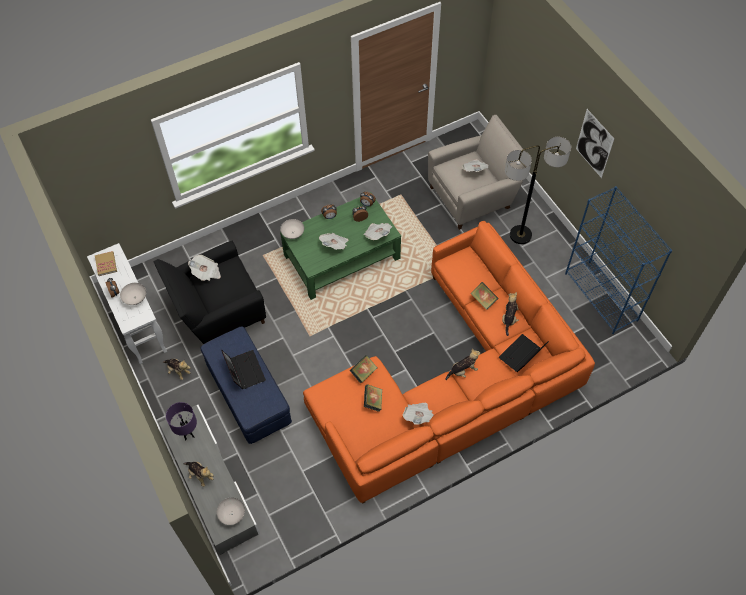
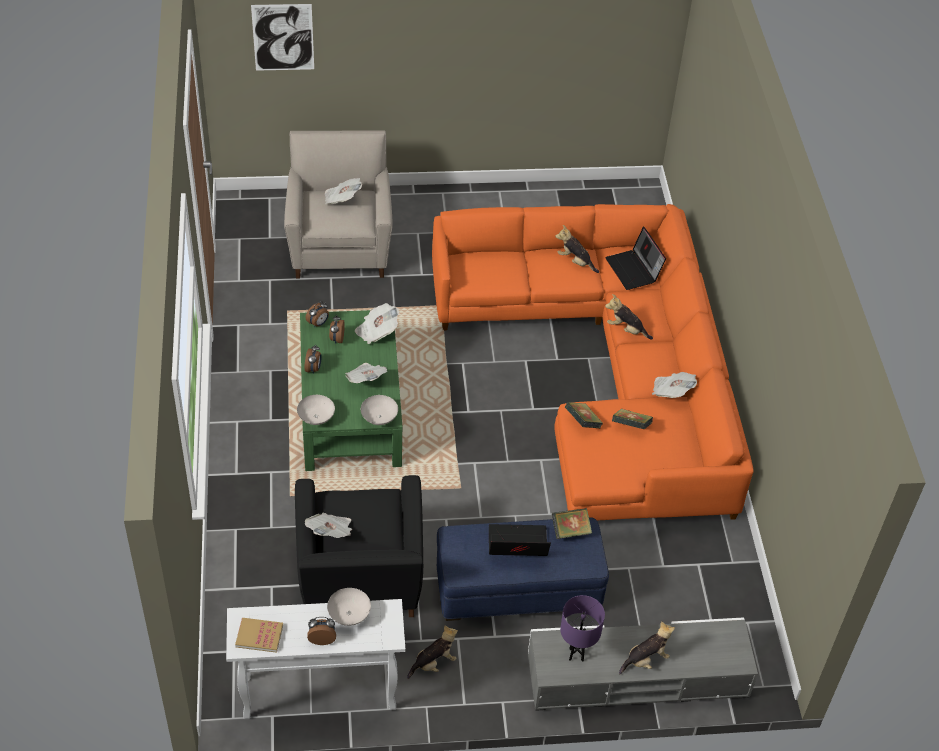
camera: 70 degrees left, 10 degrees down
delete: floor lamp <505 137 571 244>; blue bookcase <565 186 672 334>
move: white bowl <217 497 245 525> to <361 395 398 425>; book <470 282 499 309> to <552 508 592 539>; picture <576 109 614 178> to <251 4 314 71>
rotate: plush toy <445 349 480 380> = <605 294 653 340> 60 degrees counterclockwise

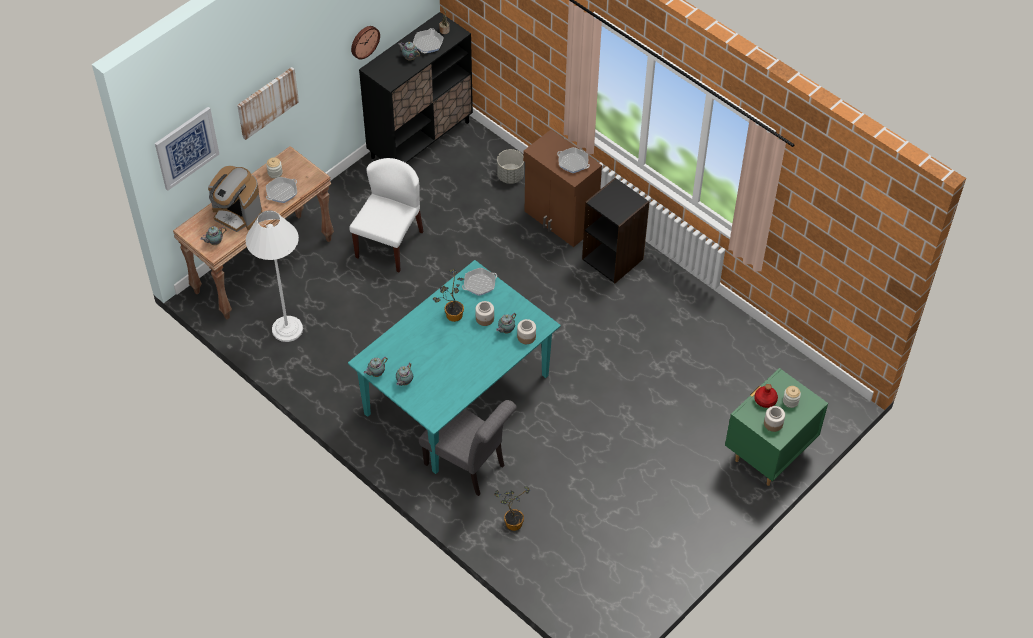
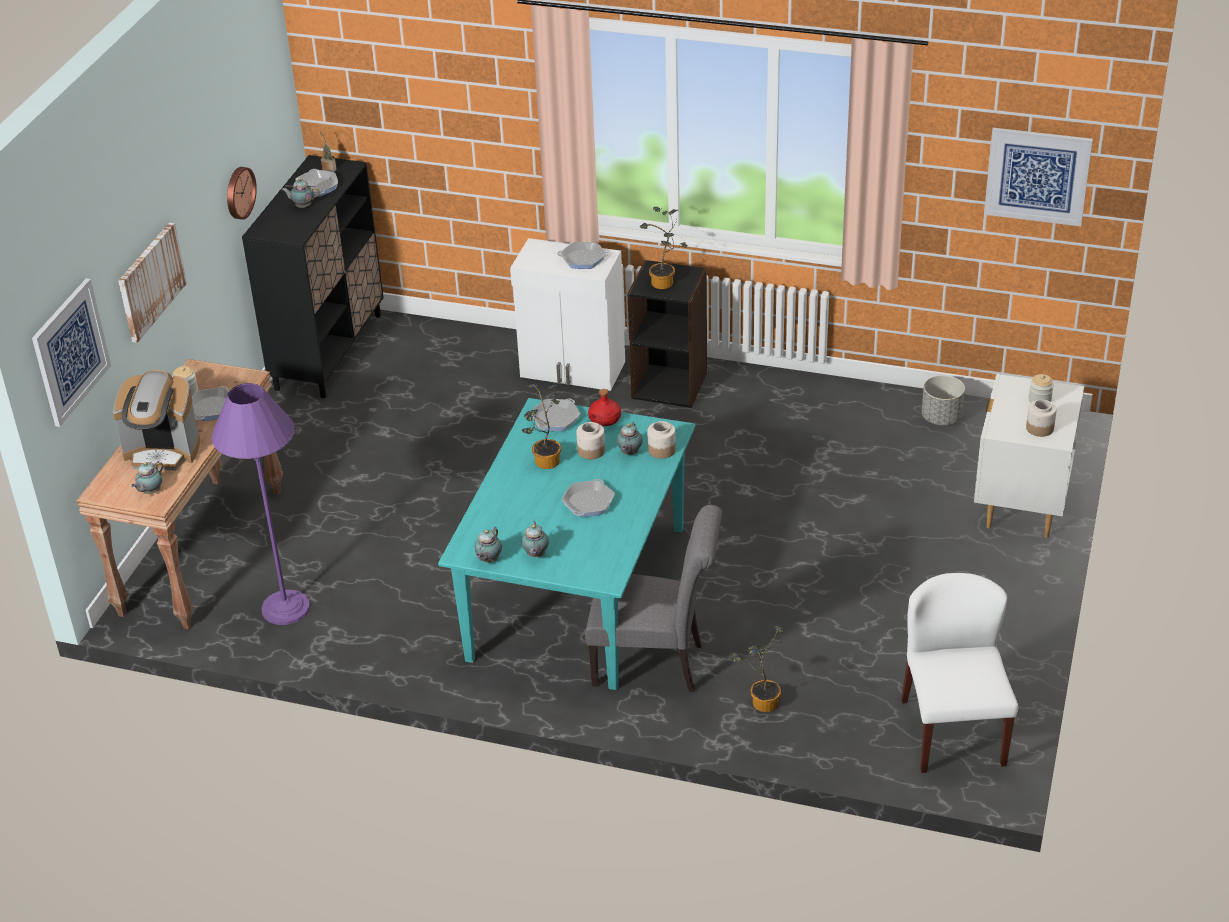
camera: 25 degrees left, 15 degrees down
insert: frying pan <562 479 615 517>; potted plant <640 207 688 289>; picture <984 128 1093 226>
move: white chair <349 158 424 272> to <901 573 1018 773>; grey planter <497 149 524 184> to <922 375 965 425>; red bottle <754 384 778 408> to <588 389 621 426>
recolor: white floor lamp <246 210 303 342> to purple floor lamp <211 383 310 625>; brown cabinet <523 130 602 247> to white cabinet <510 238 625 391>; green nightstand <725 368 828 486> to white nightstand <974 374 1084 538>

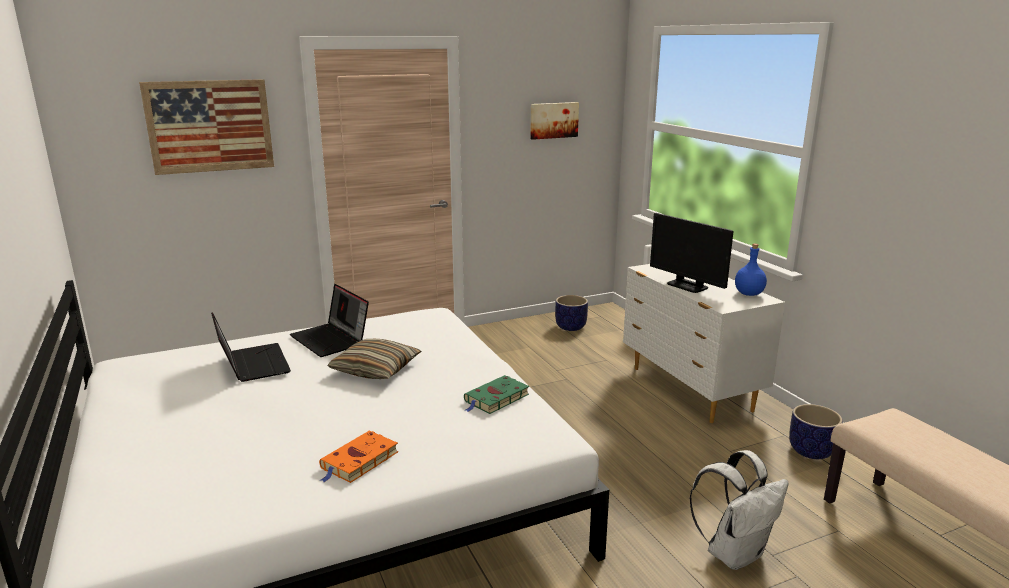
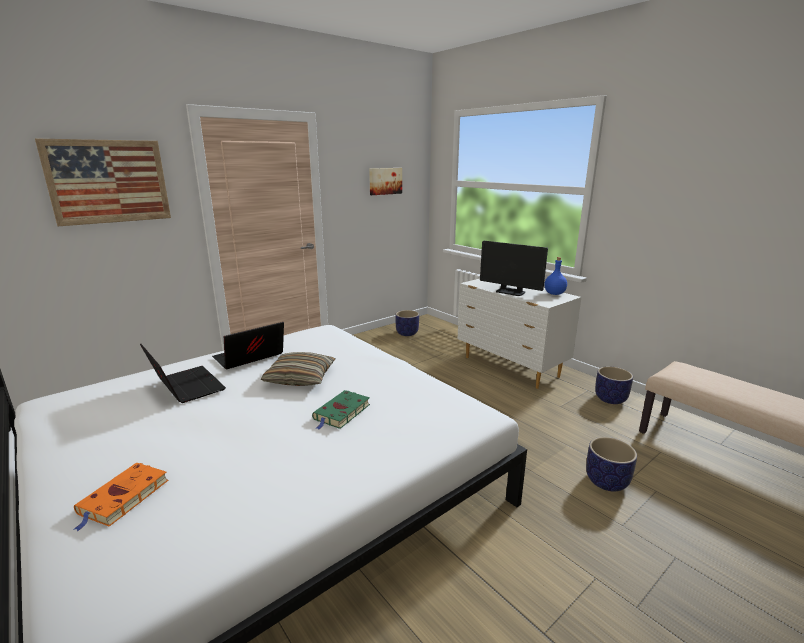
camera: 15 degrees left, 0 degrees up
move: orange book <319 430 398 483> to <73 463 168 531>; green book <464 375 529 414> to <312 390 370 429>
replace: white backpack <689 450 789 570> to planter <586 437 637 492>
rotate: laptop <290 284 369 357> = <212 322 284 369> 105 degrees clockwise

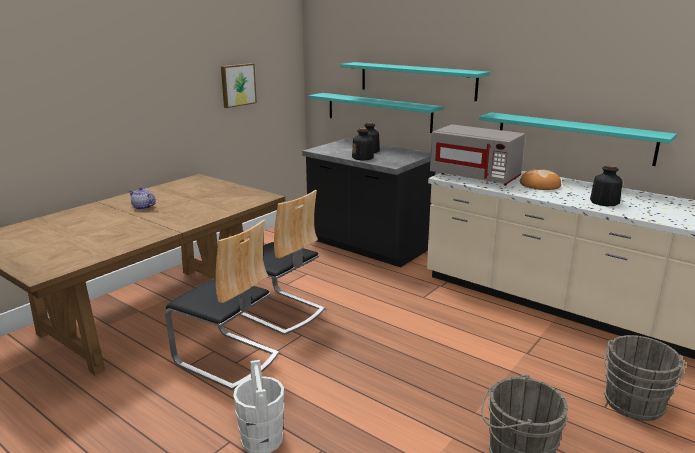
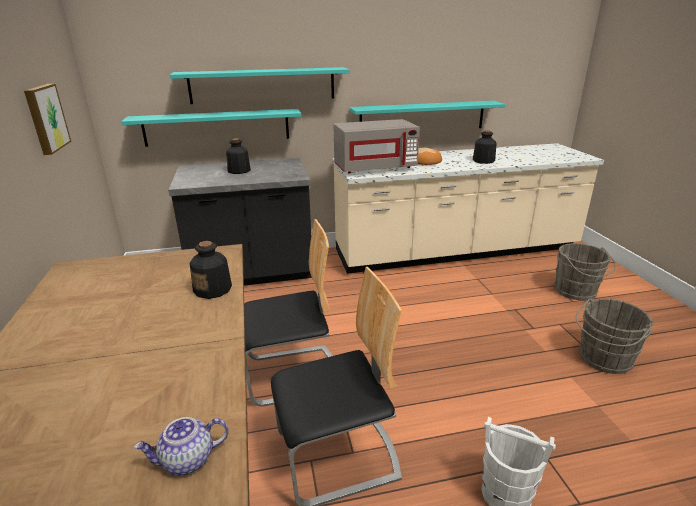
camera: 50 degrees left, 5 degrees up
move: teapot <128 187 156 210> to <134 417 229 475>; bottle <352 128 374 160> to <190 241 232 299>

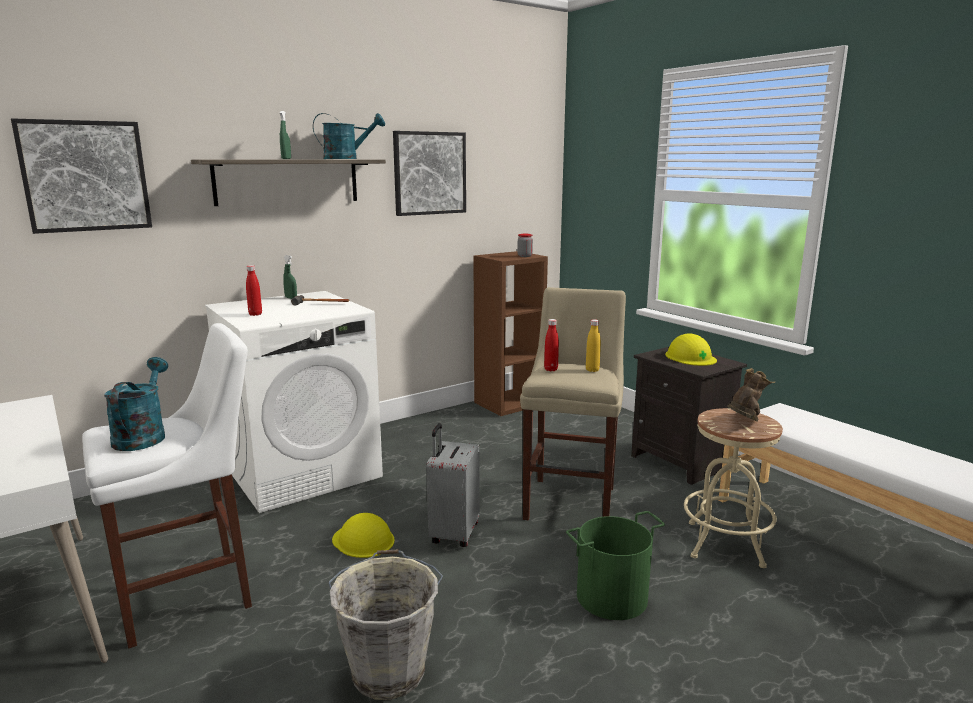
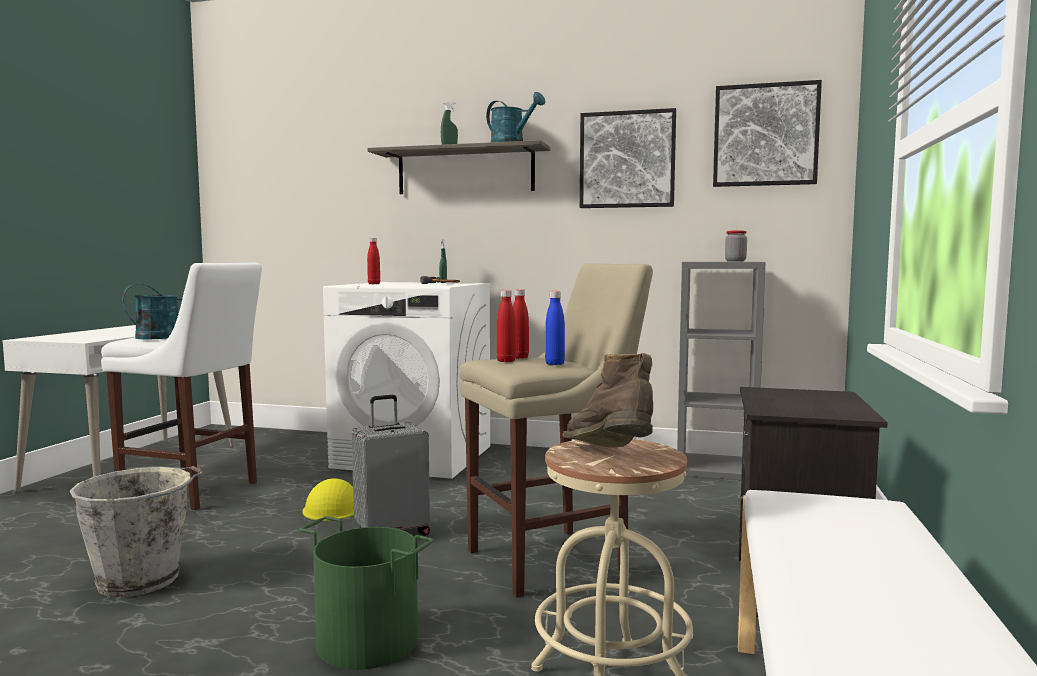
camera: 50 degrees right, 10 degrees down
delete: yellow hard hat <665 333 717 366>
insert: red bottle <497 290 516 362>
move: picture <11 118 152 234> to <713 80 822 187>
recolor: brown bookcase <473 251 548 416> to grey bookcase <677 262 765 480>; yellow bottle <586 319 601 372> to blue bottle <545 291 565 365>
rotate: brown boot <727 368 775 422> = <562 353 653 447> 105 degrees counterclockwise

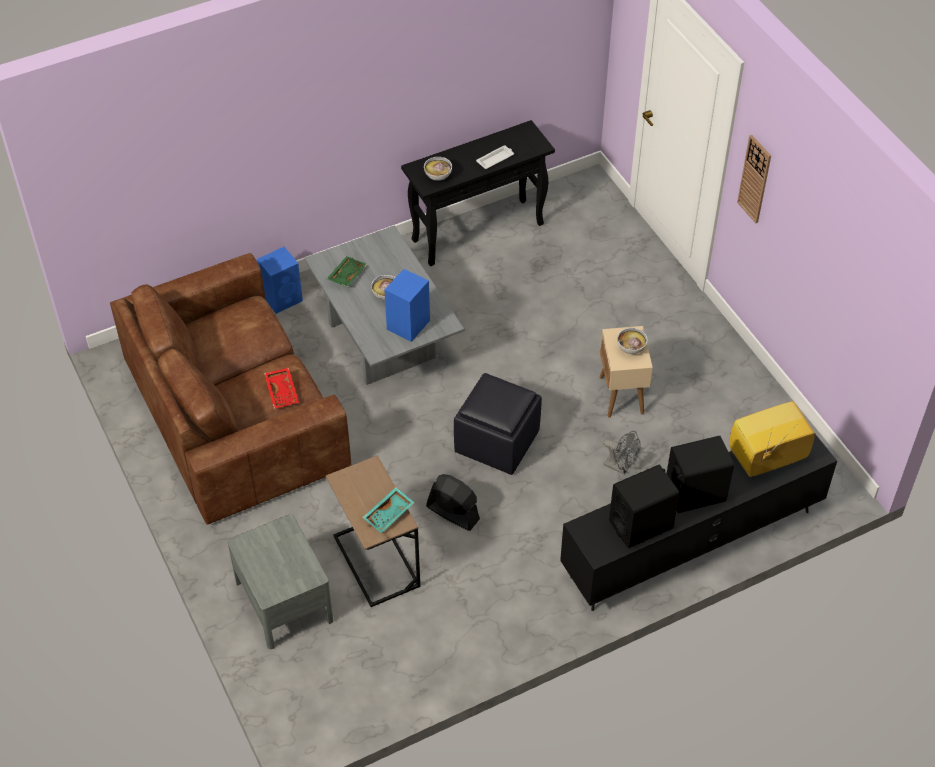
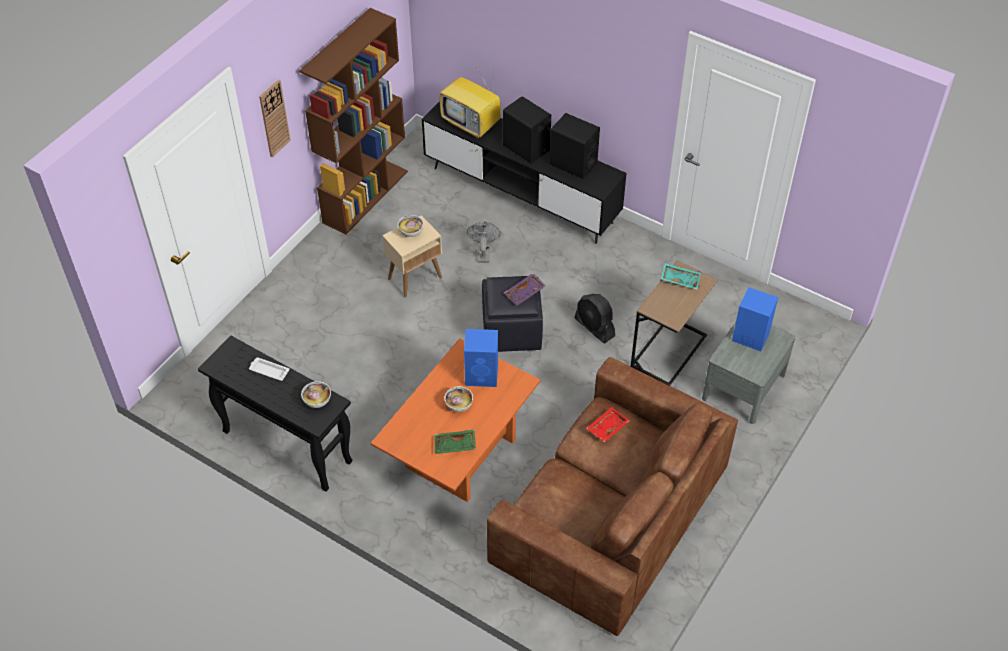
camera: 120 degrees left, 0 degrees up
insert: brown bookcase <299 8 408 235>; purple tray <504 273 546 306>
move: blue speaker <257 247 303 314> to <732 287 778 351>
recolor: grey coffee table <304 226 464 385> to orange coffee table <371 338 541 502>
rotate: black fan <426 474 480 531> = <574 294 615 343> 45 degrees counterclockwise

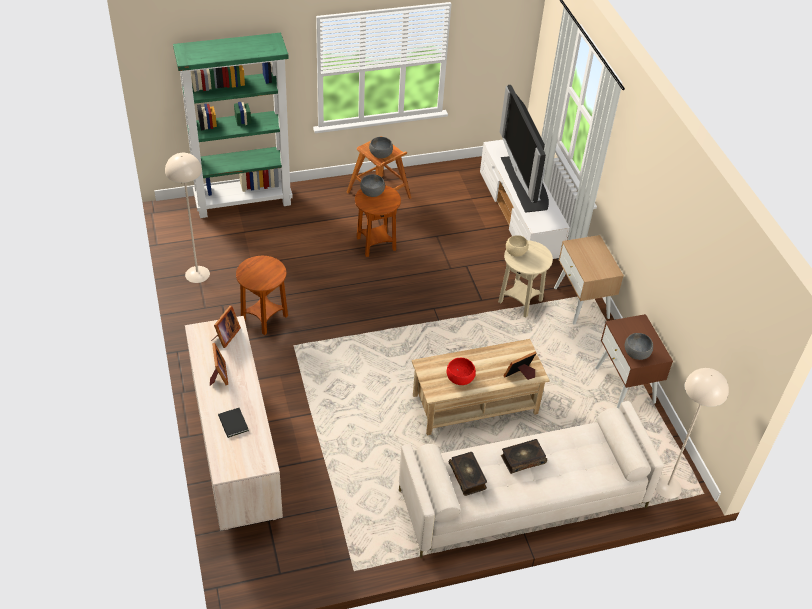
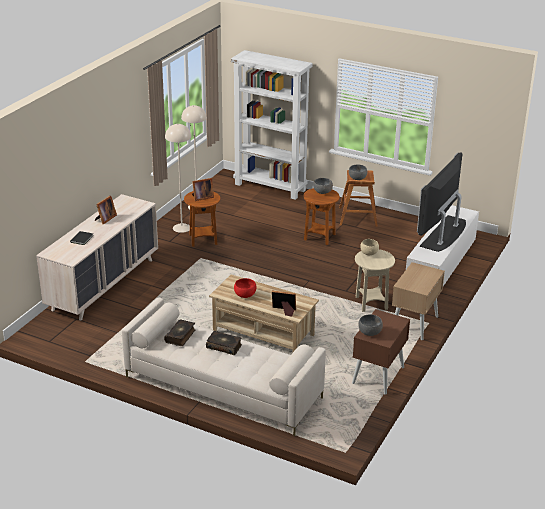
camera: 45 degrees right, 15 degrees down
move: picture frame <211 305 241 348> to <192 178 214 201>; beige floor lamp <655 368 729 499> to <165 124 191 233>
recolor: green bookcase <173 33 293 218> to white bookcase <231 50 313 200>

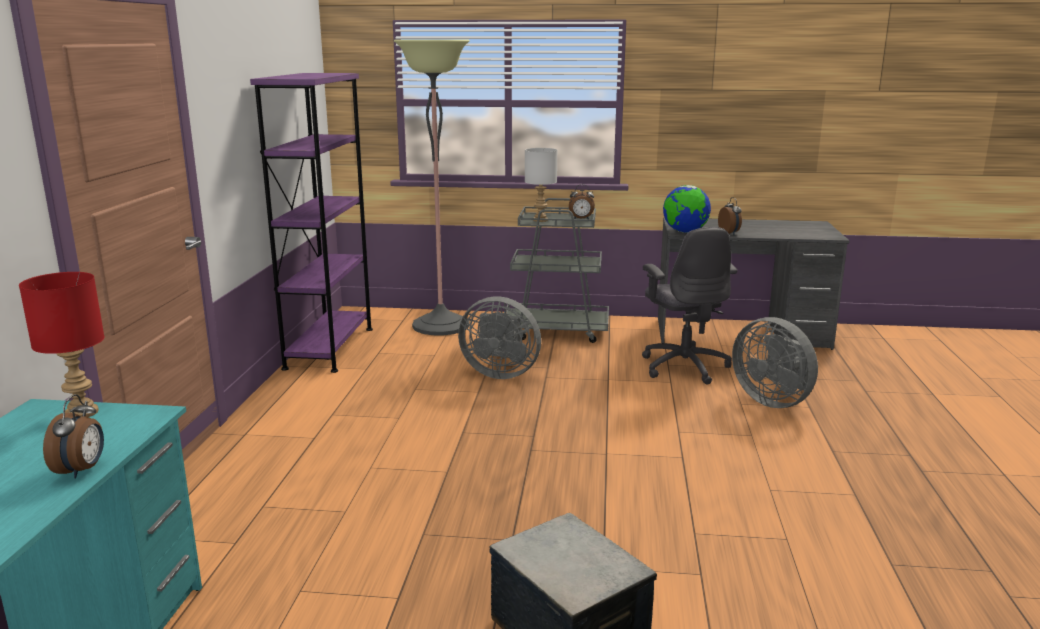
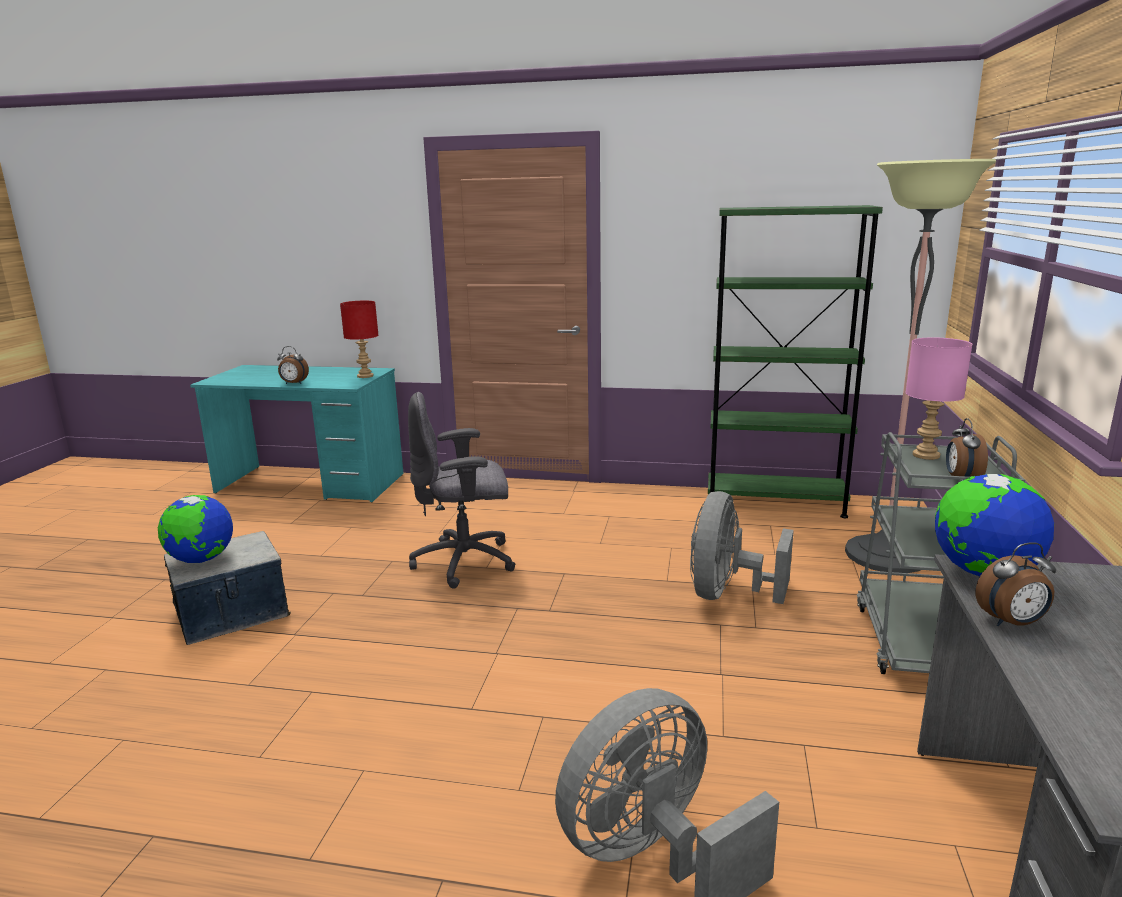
camera: 95 degrees right, 0 degrees up
insert: globe <158 495 233 563>
move: grey office chair <642 227 737 385> to <408 392 516 589>
recolor: purple bookcase <250 73 373 373> to green bookcase <708 205 883 518>; white table lamp <525 148 557 222> to pink table lamp <905 337 972 460>

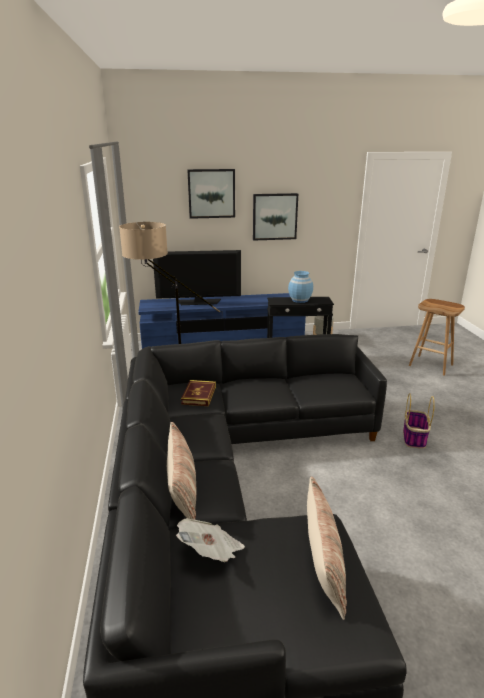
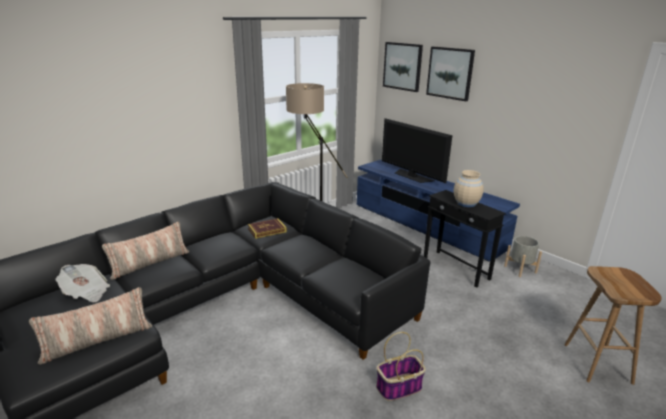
camera: 55 degrees right, 0 degrees up
move: picture <253 193 298 241> to <383 42 423 92>
recolor: blue vase <288 271 313 303> to beige vase <454 170 484 207>

